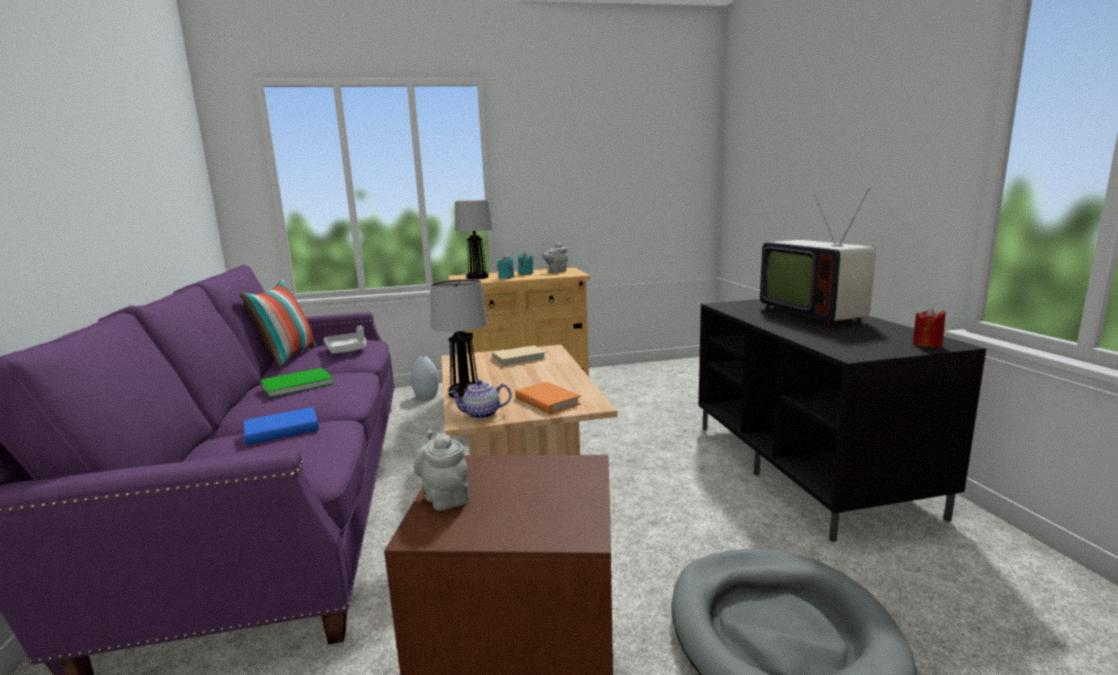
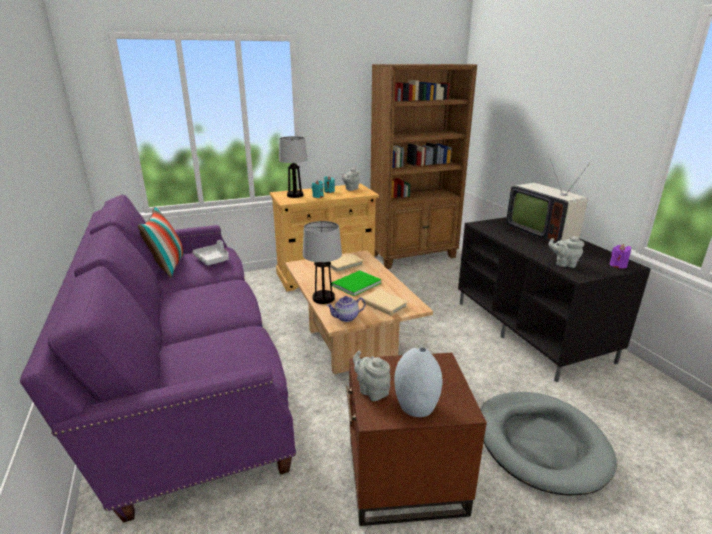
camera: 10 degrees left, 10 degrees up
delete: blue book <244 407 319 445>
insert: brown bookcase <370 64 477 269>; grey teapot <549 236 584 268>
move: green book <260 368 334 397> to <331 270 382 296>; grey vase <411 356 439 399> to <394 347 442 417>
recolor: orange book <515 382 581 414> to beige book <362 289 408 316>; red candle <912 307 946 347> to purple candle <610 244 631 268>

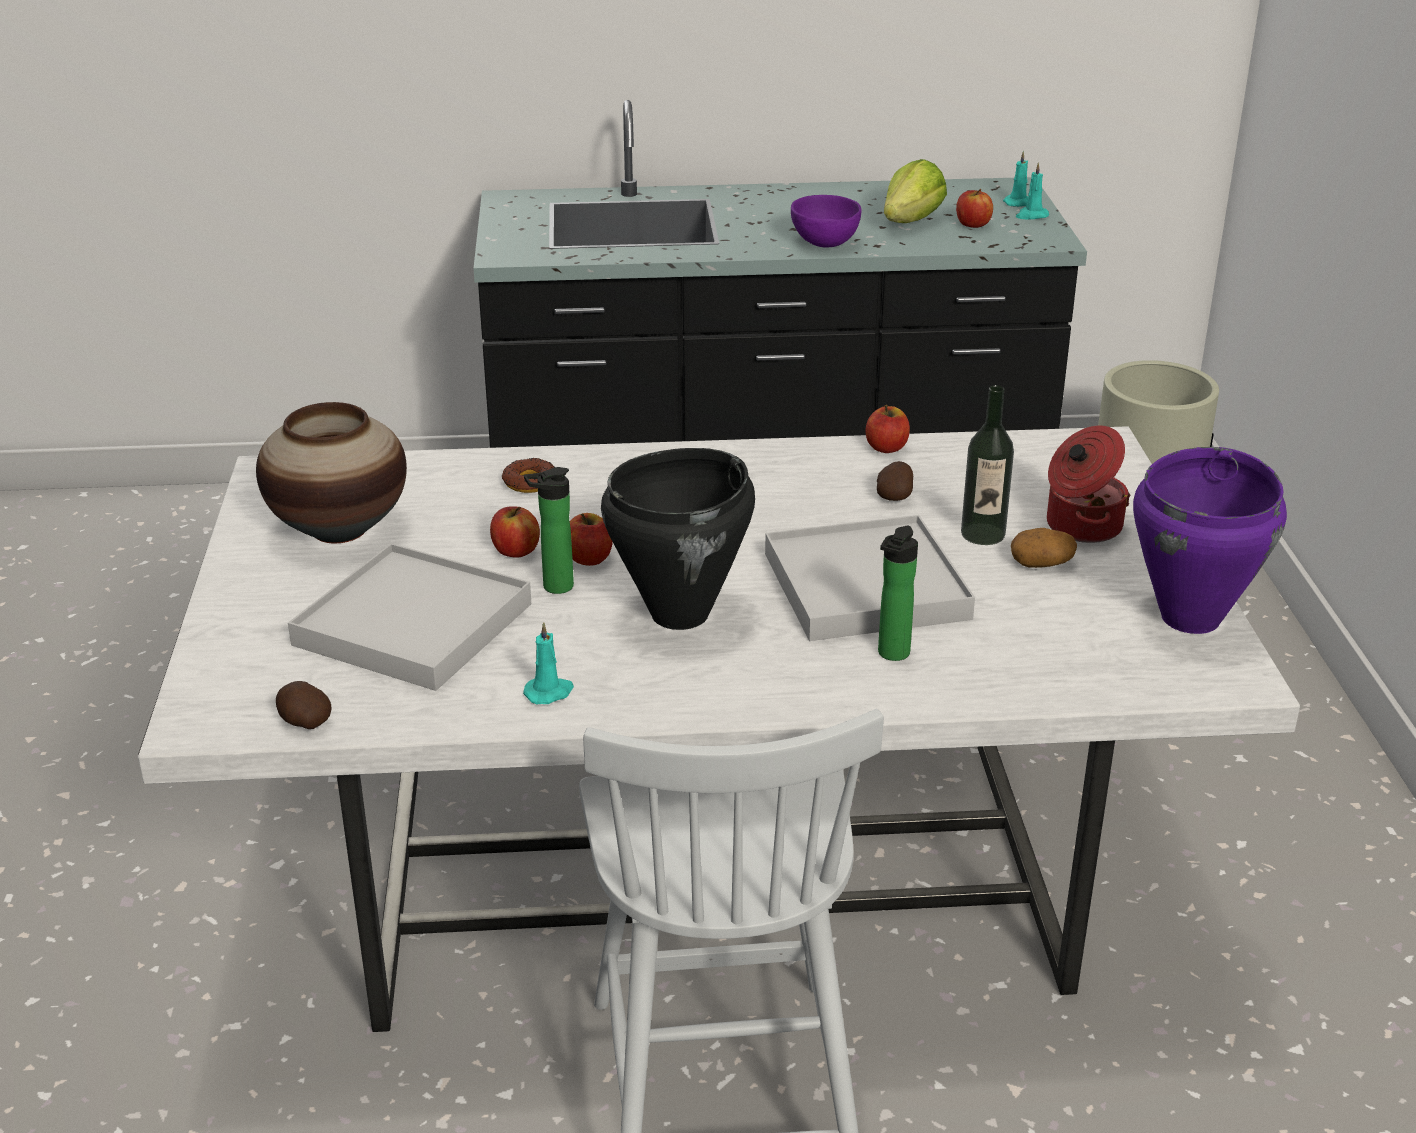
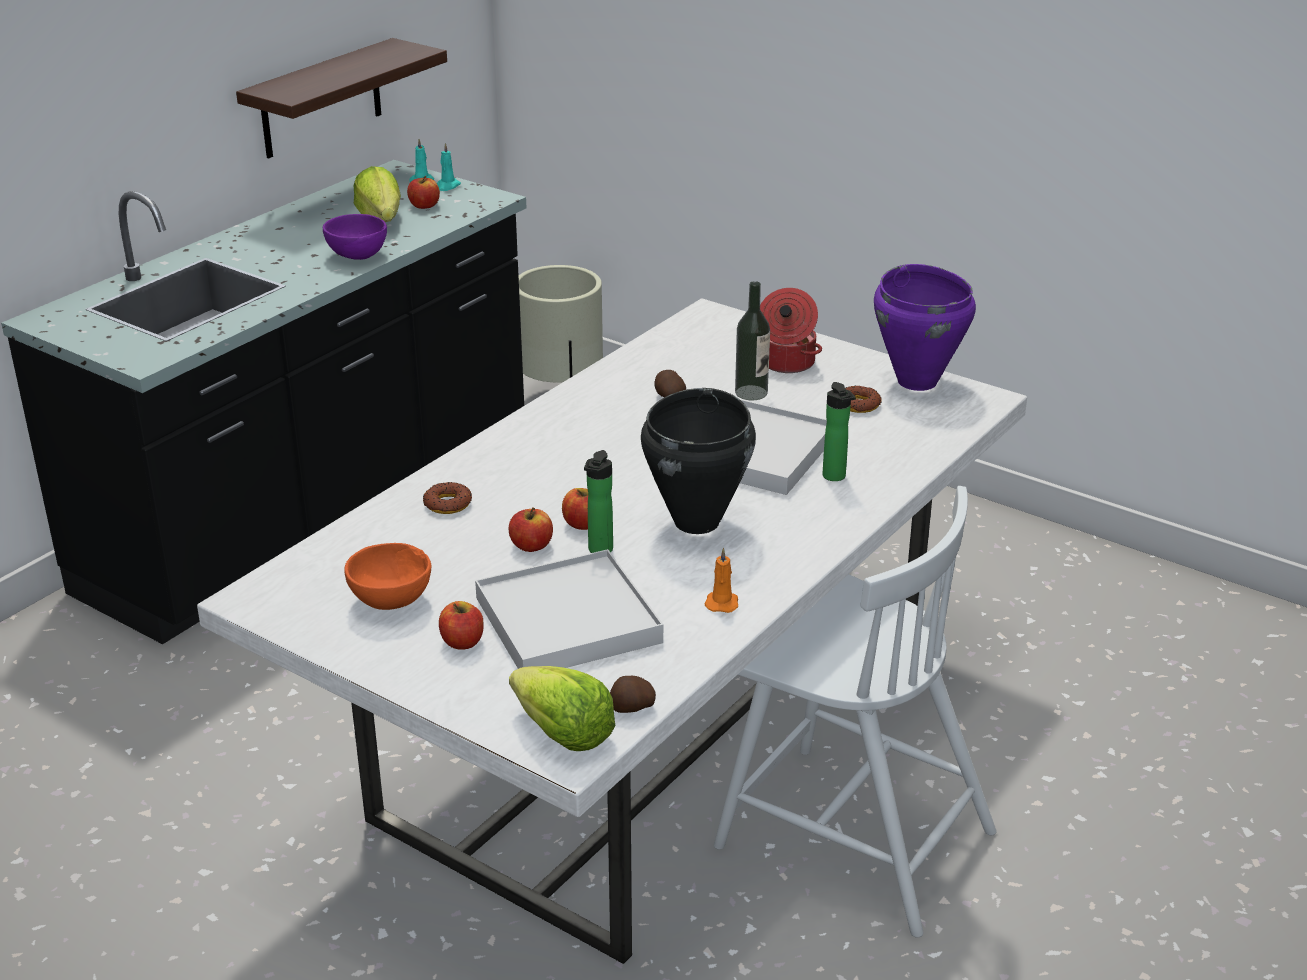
camera: 50 degrees left, 0 degrees up
delete: potato <1011 528 1077 568>
insert: shelf <236 38 447 159>; lettuce <509 666 615 751>; donut <846 386 882 413>
move: apple <865 405 910 453> to <439 601 484 650>
replace: vase <256 402 407 543> to orange bowl <345 543 431 610>
recolor: turquoise candle <523 622 574 704> to orange candle <705 547 738 613>

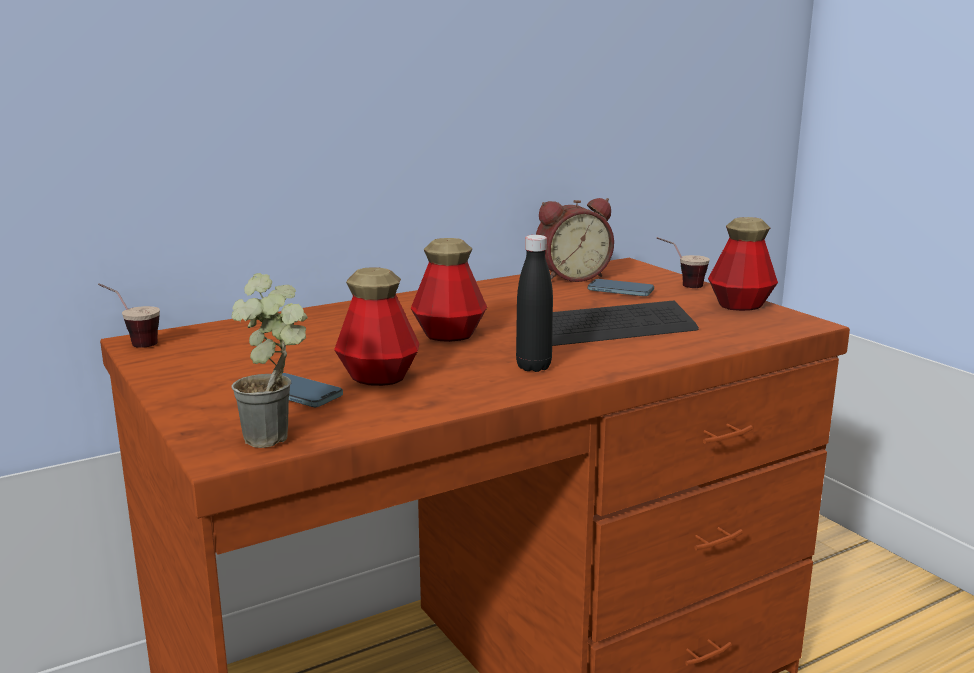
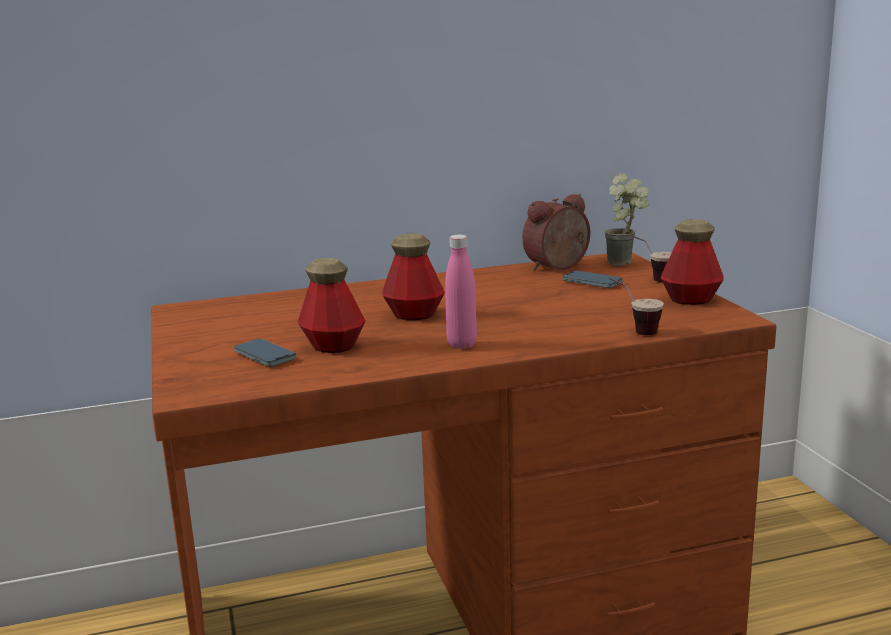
camera: 15 degrees right, 0 degrees up
delete: keyboard <552 300 699 346>
move: cup <98 283 160 348> to <609 277 664 335>; potted plant <231 273 308 448> to <604 173 649 266>
recolor: black bottle <516 235 553 372> to pink bottle <445 234 477 349>
rotate: alarm clock <536 198 614 282> = <522 194 590 271> 150 degrees clockwise

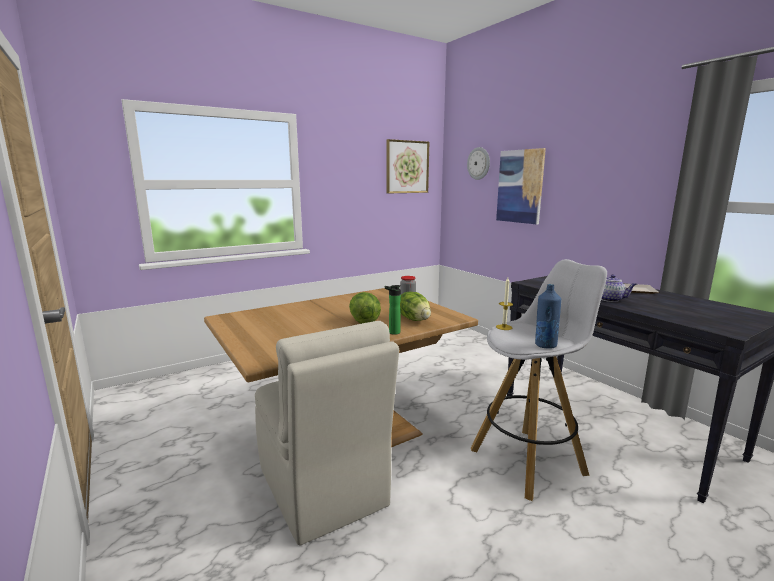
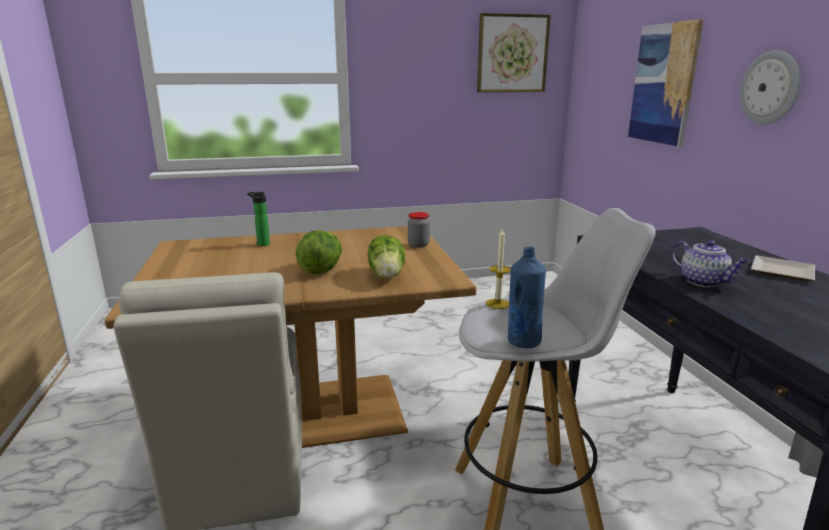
camera: 20 degrees right, 5 degrees up
move: bottle <385 285 401 335> to <247 192 270 246>; wall clock <467 147 490 180> to <740 50 800 124>

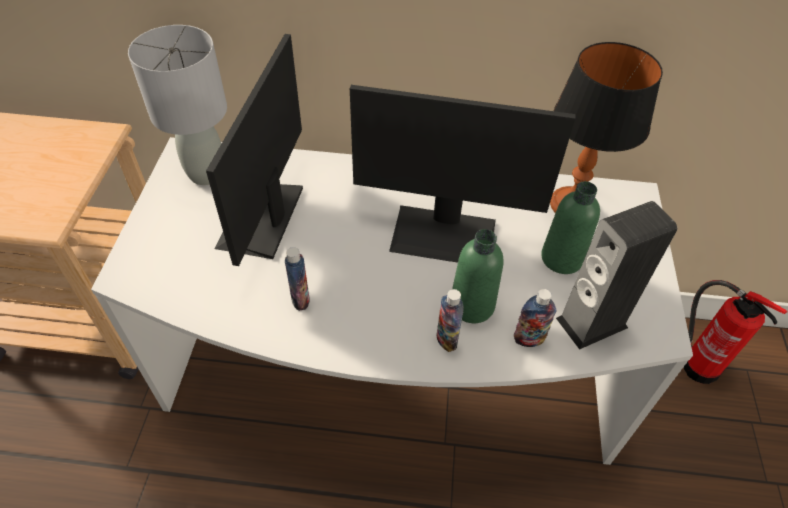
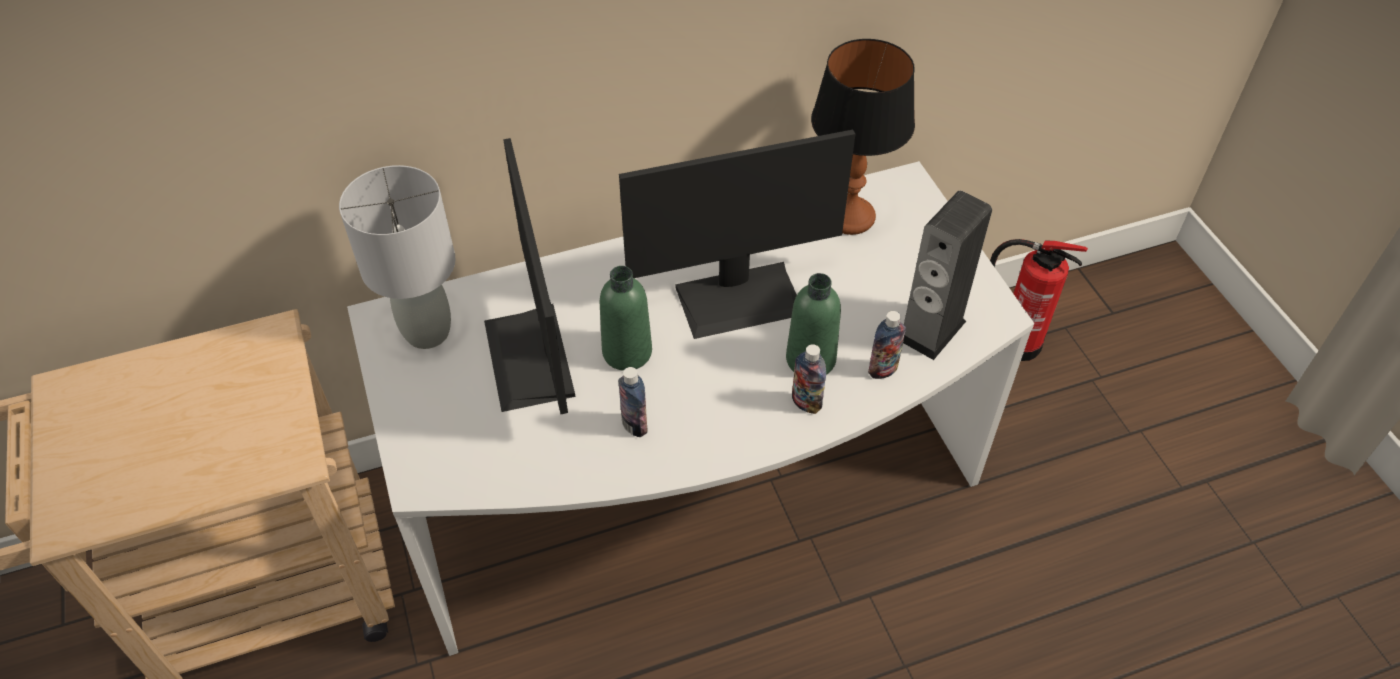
camera: 25 degrees left, 0 degrees up
move: green bottle <541 181 600 274> to <600 266 652 371>

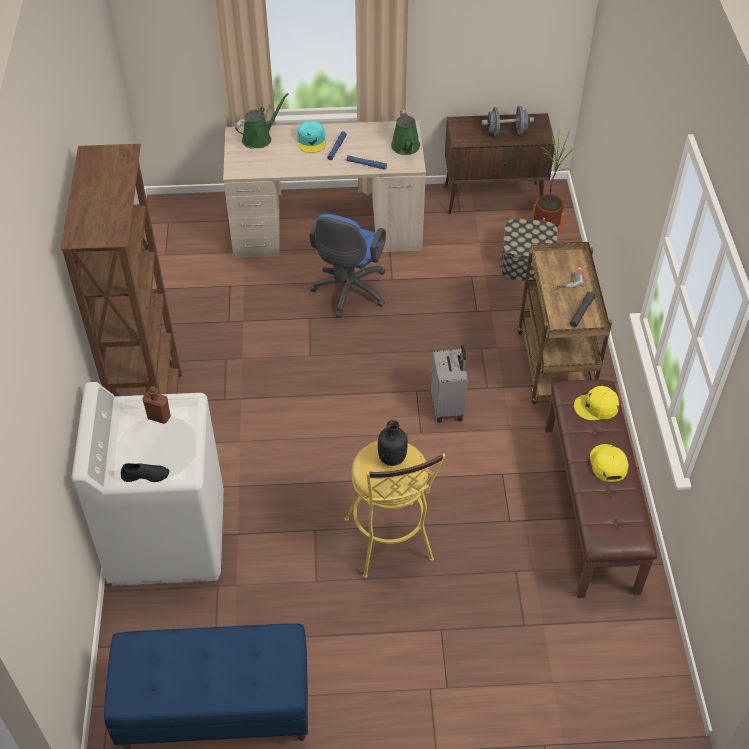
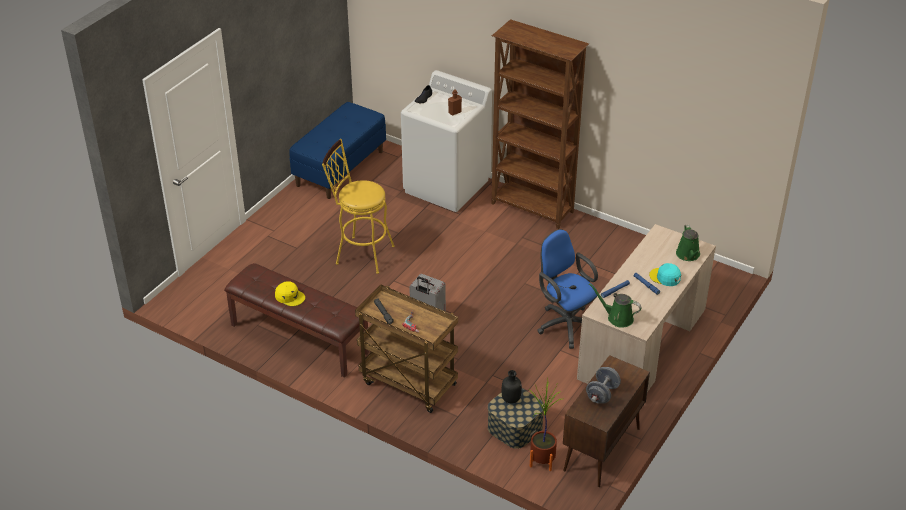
camera: 125 degrees right, 10 degrees down
delete: yellow cap <574 386 619 421>
move: black bottle <378 420 407 466> to <502 370 522 403>

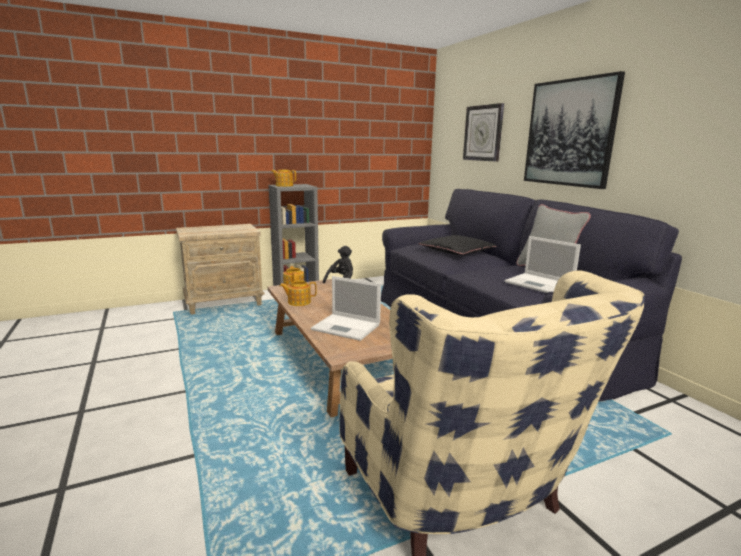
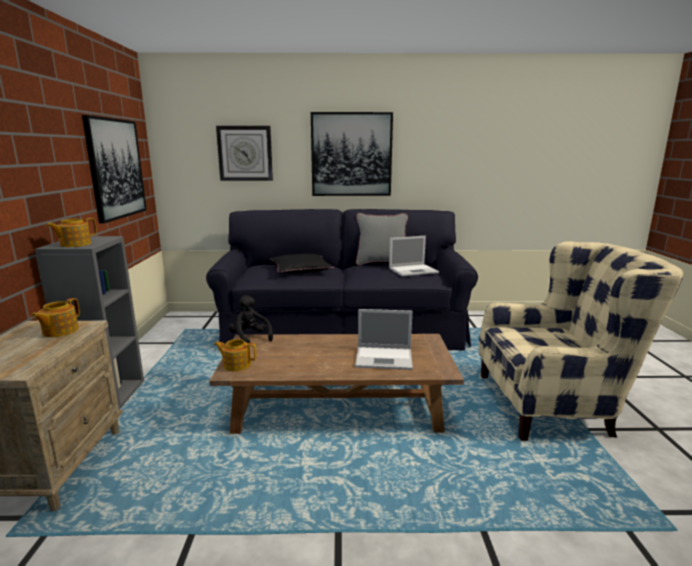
camera: 65 degrees left, 0 degrees up
insert: picture <82 115 147 224>
move: teapot <280 280 317 306> to <32 298 80 337>
rotate: laptop <311 276 381 341> = <355 309 413 370> 45 degrees clockwise

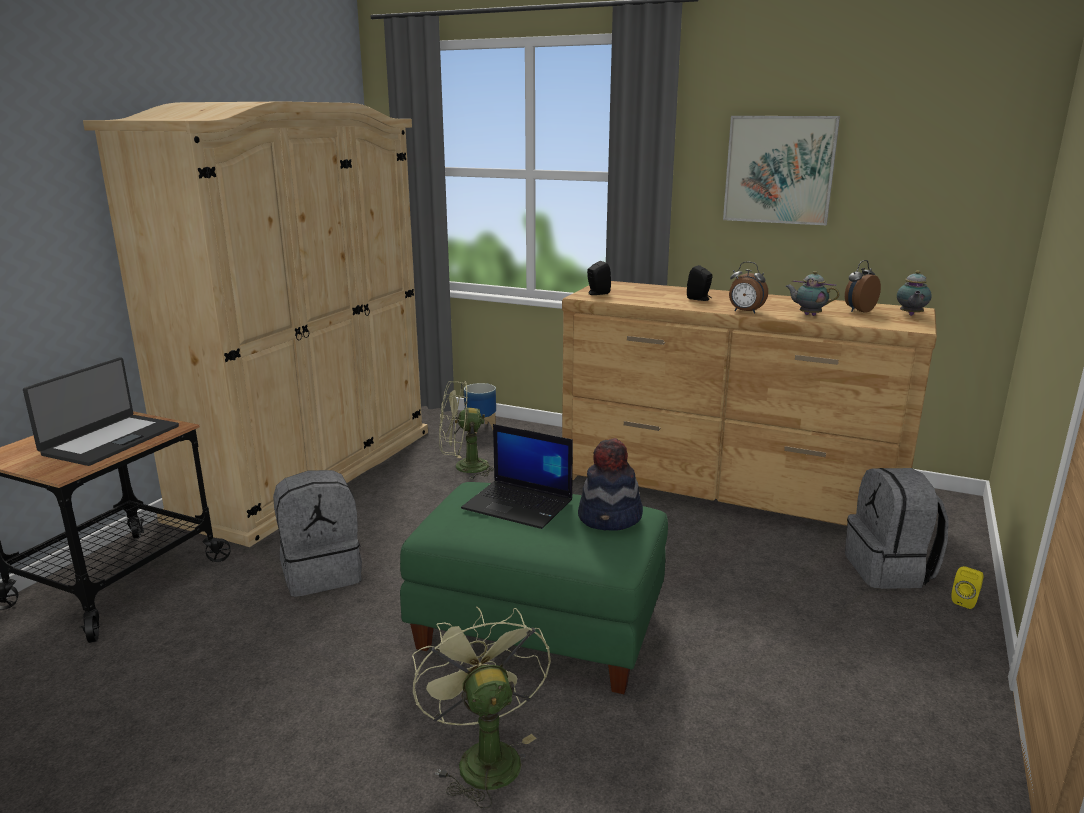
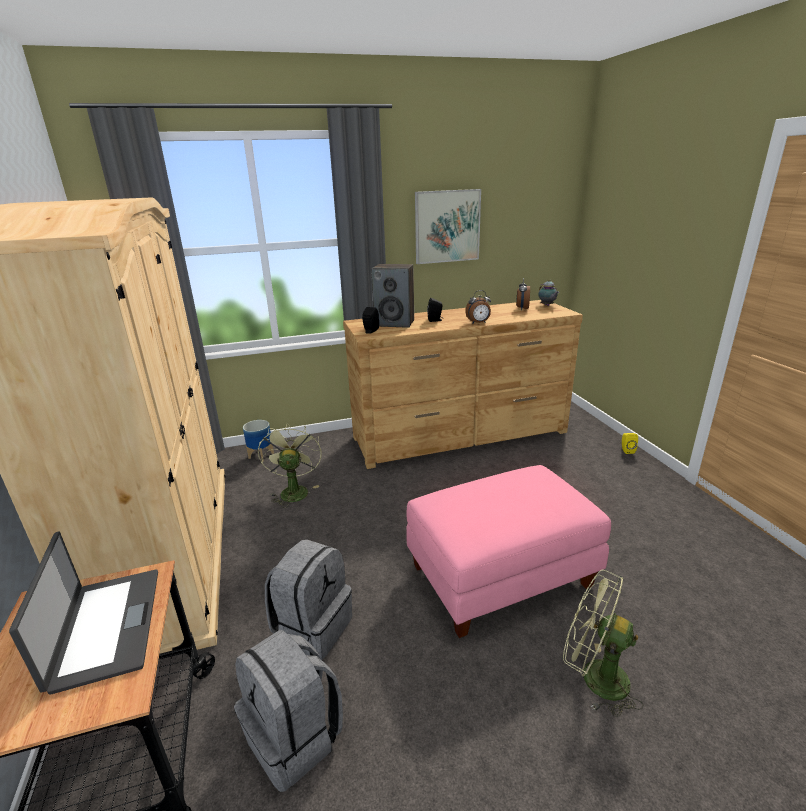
camera: 40 degrees left, 5 degrees up
delete: laptop <461 424 573 529>; hat <578 438 643 531>; teapot <785 271 840 316>
insert: speaker <371 264 414 328>
move: grey backpack <845 468 949 589> to <234 630 343 792>
recolor: green ottoman <400 482 668 694> to pink ottoman <406 465 611 638>
rotate: green fan <439 381 494 479> = <258 423 322 508> 135 degrees clockwise

